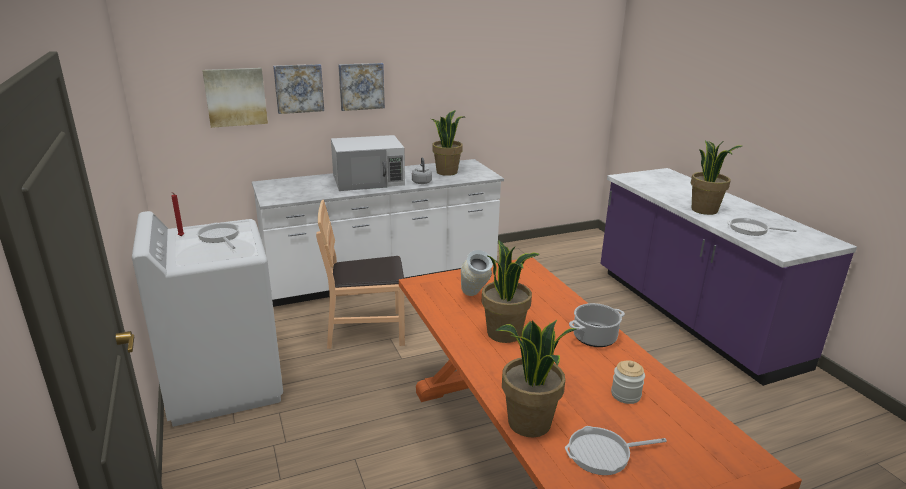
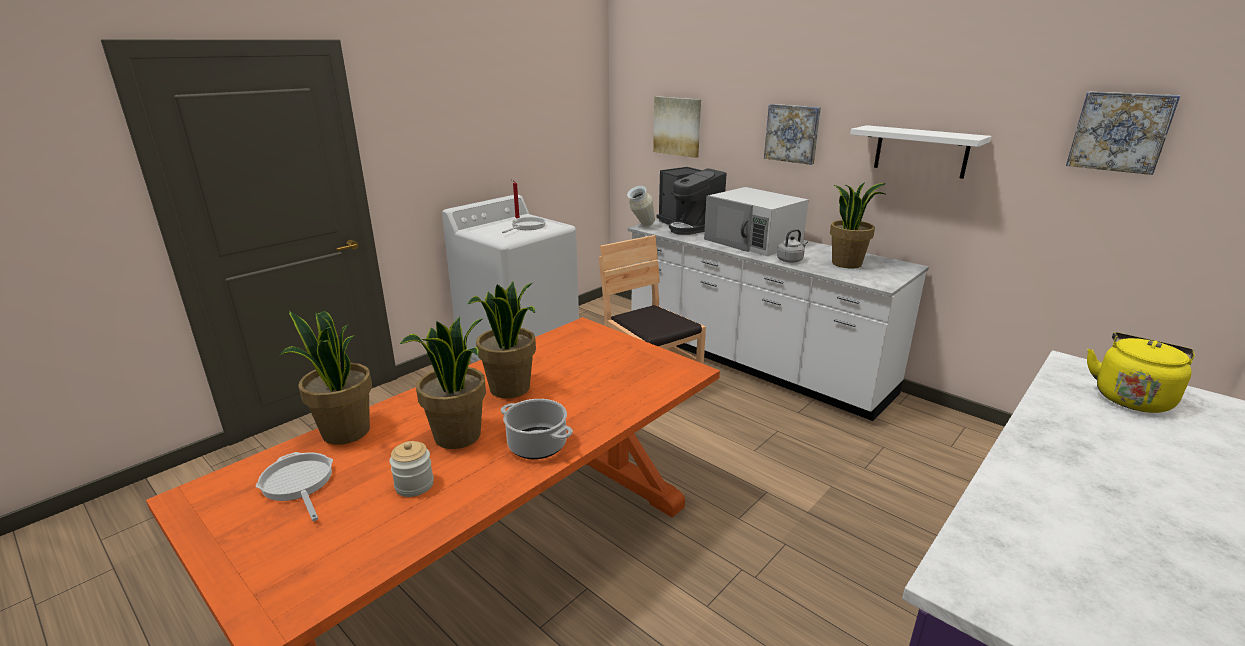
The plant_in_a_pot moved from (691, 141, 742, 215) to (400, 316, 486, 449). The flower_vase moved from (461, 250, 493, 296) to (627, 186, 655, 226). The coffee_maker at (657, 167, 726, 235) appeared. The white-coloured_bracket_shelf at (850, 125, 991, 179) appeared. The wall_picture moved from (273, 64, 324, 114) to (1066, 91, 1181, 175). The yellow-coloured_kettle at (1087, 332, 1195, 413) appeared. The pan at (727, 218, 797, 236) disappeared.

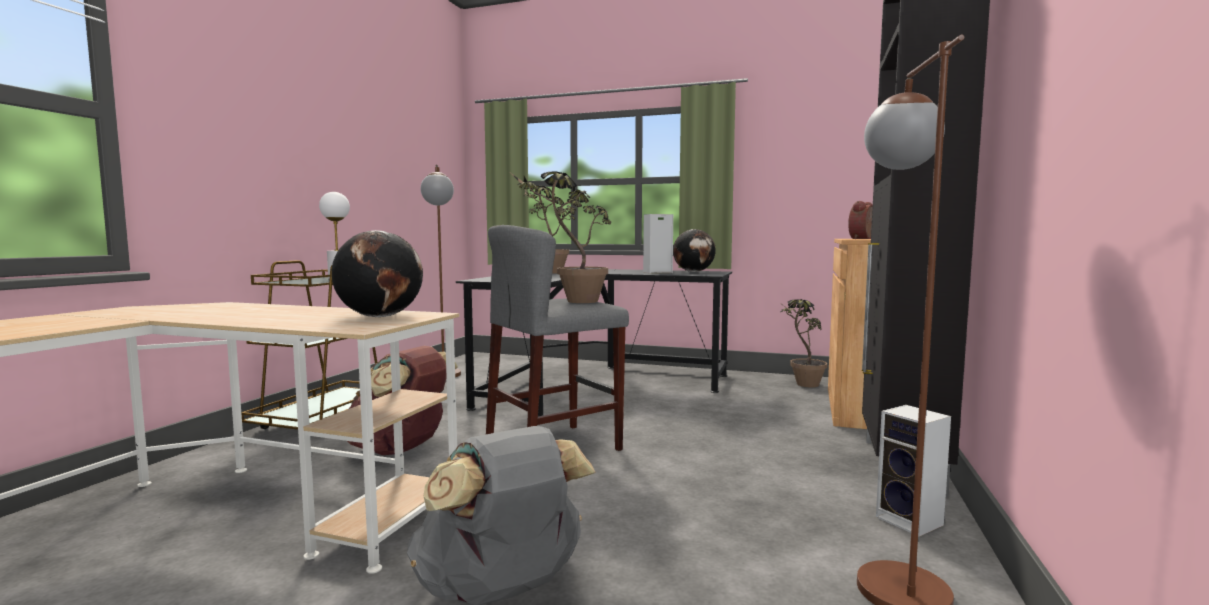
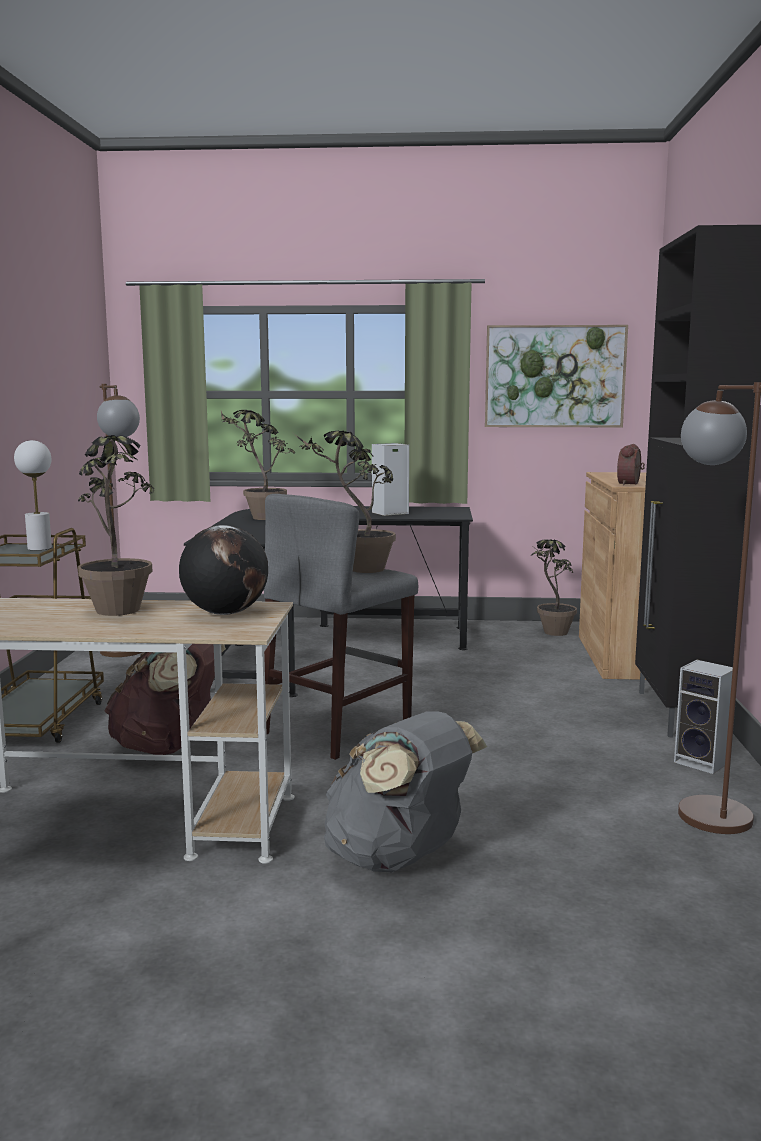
The plant_in_a_pot at (78, 435, 154, 616) appeared. The wall_picture at (485, 325, 628, 427) appeared. The world_globe at (673, 229, 716, 272) disappeared.

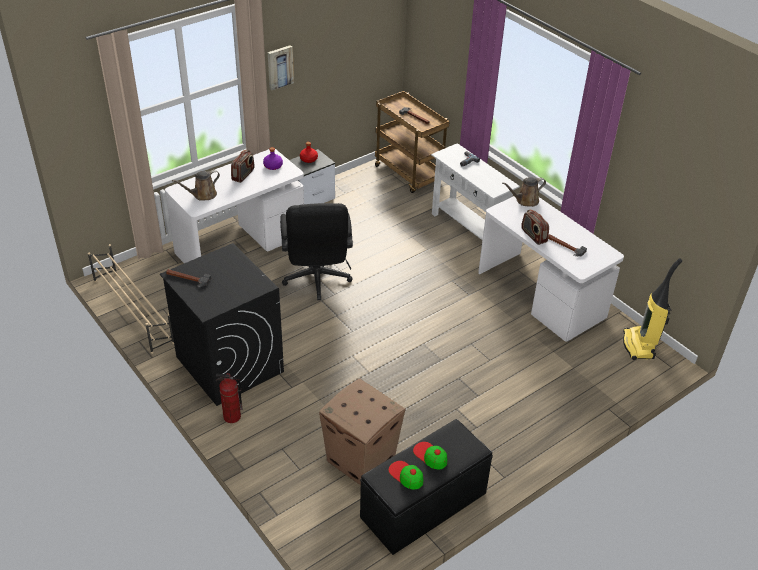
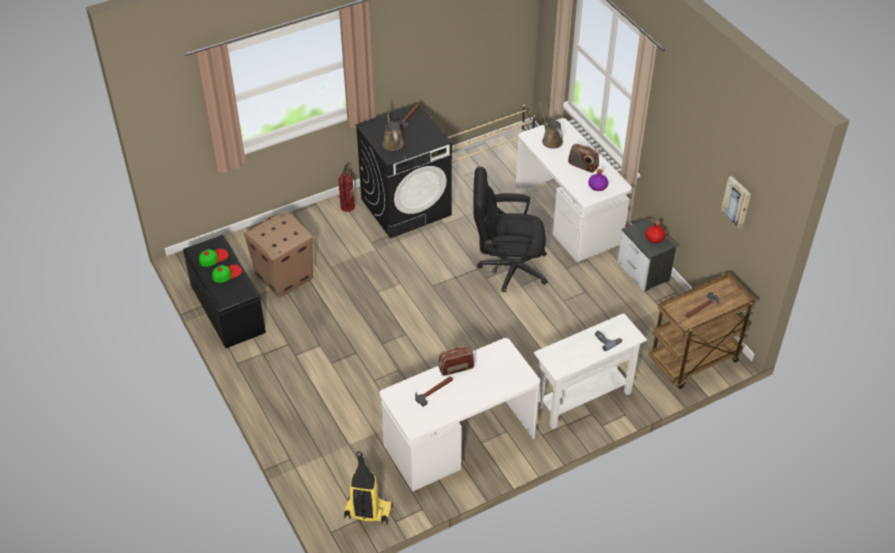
The brownish_watering_can moved from (502, 177, 546, 207) to (382, 103, 404, 151). The wall_picture moved from (268, 45, 294, 90) to (721, 176, 751, 229).

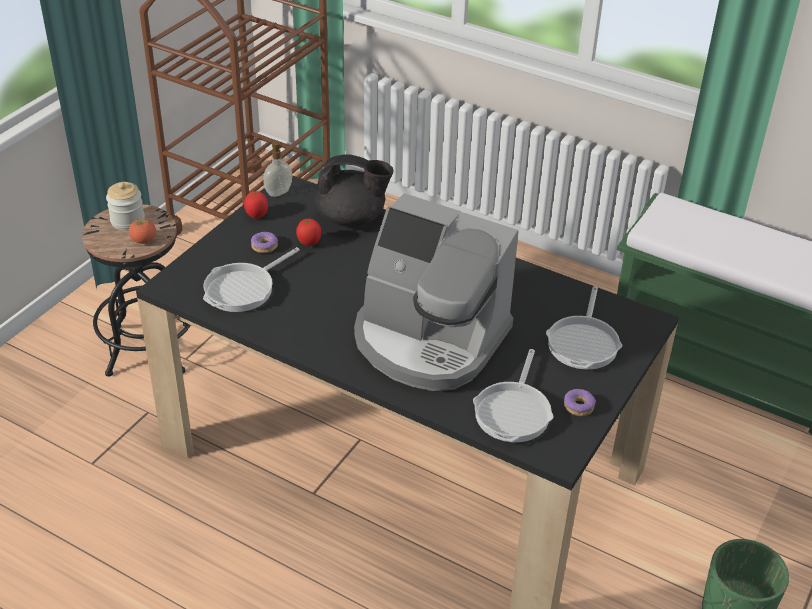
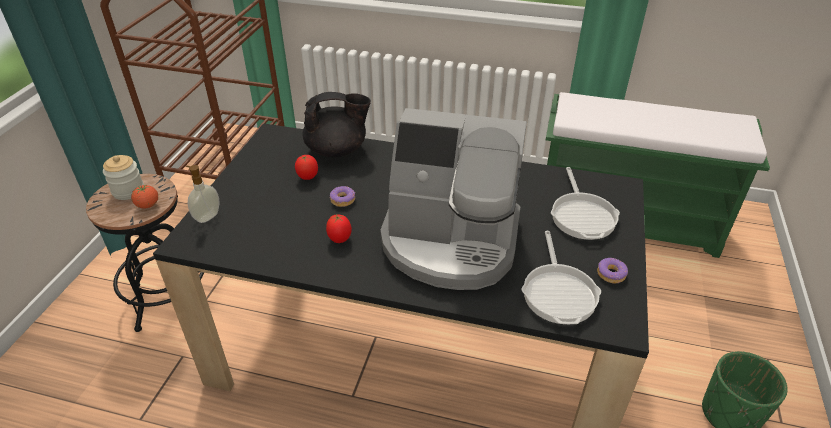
The soap_dispenser moved from (263, 140, 292, 197) to (186, 165, 220, 223). The whole_tomato moved from (244, 191, 268, 218) to (326, 214, 352, 243). The doughnut moved from (251, 232, 278, 253) to (330, 186, 355, 207). The pan at (203, 247, 300, 312) disappeared.

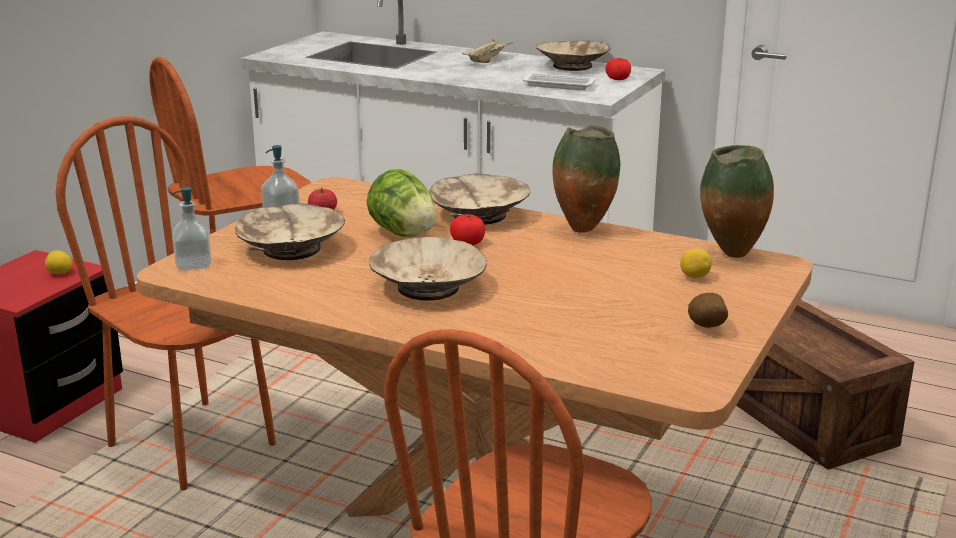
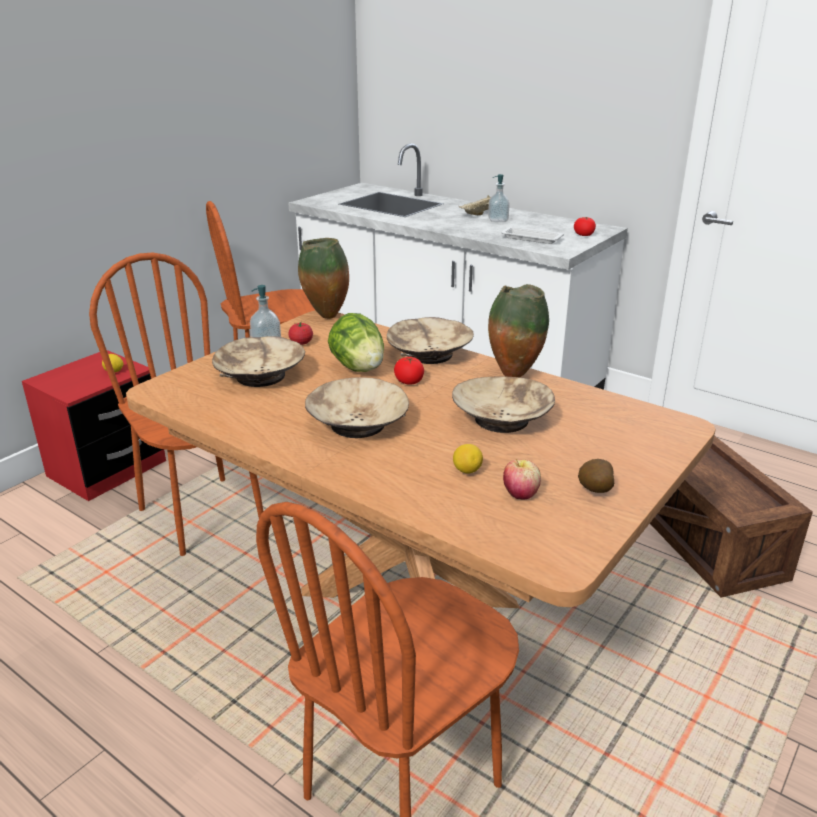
The flower_vase moved from (700, 145, 774, 258) to (298, 238, 349, 319). The beige_bowl moved from (536, 41, 611, 71) to (452, 377, 555, 433). The whole_lemon moved from (680, 249, 712, 278) to (453, 444, 483, 473). The soap_dispenser moved from (172, 187, 211, 271) to (488, 174, 510, 222). The apple_fruit at (503, 458, 541, 499) appeared.

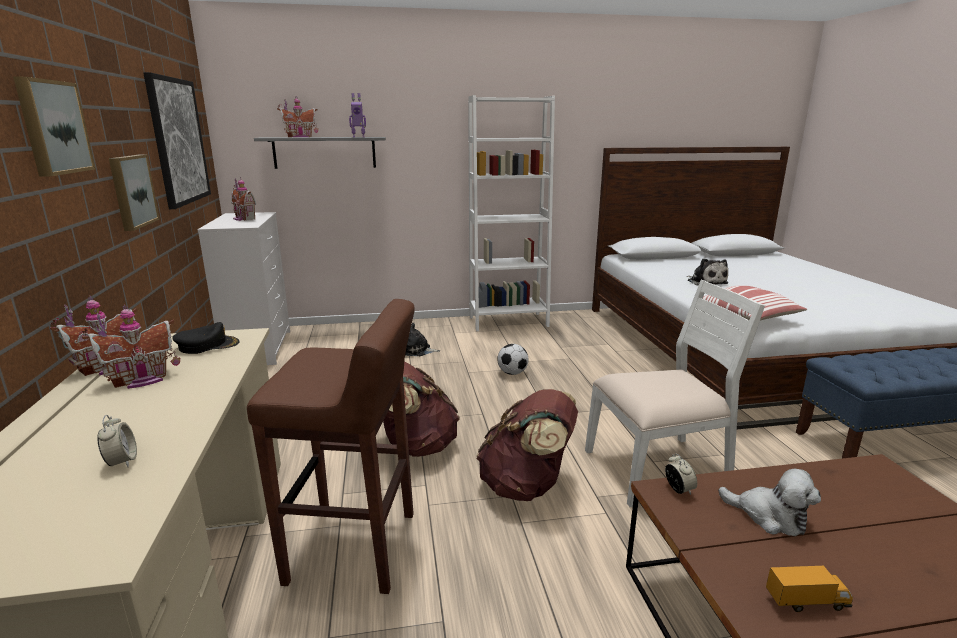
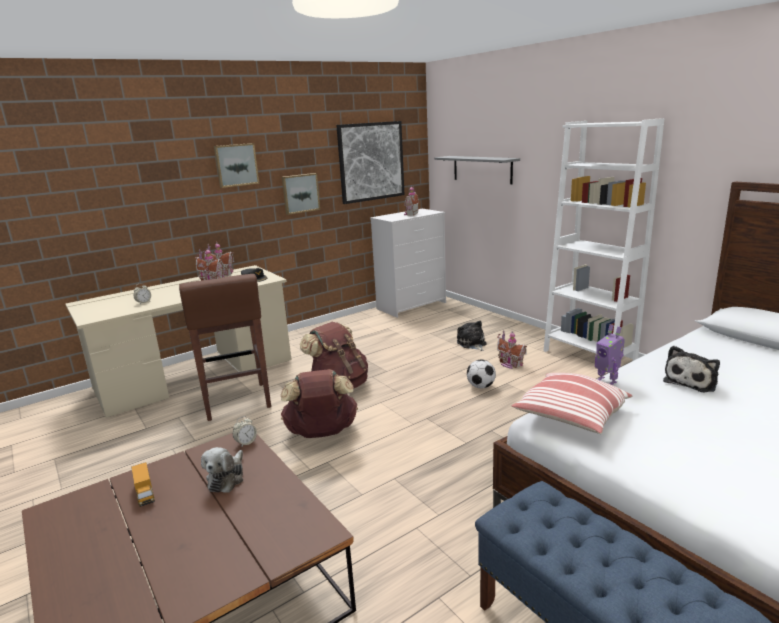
The toy_house moved from (277, 96, 318, 137) to (497, 330, 527, 369). The toy_robot moved from (349, 93, 366, 137) to (595, 324, 625, 385). The white-coloured_chair at (585, 280, 765, 507) disappeared.

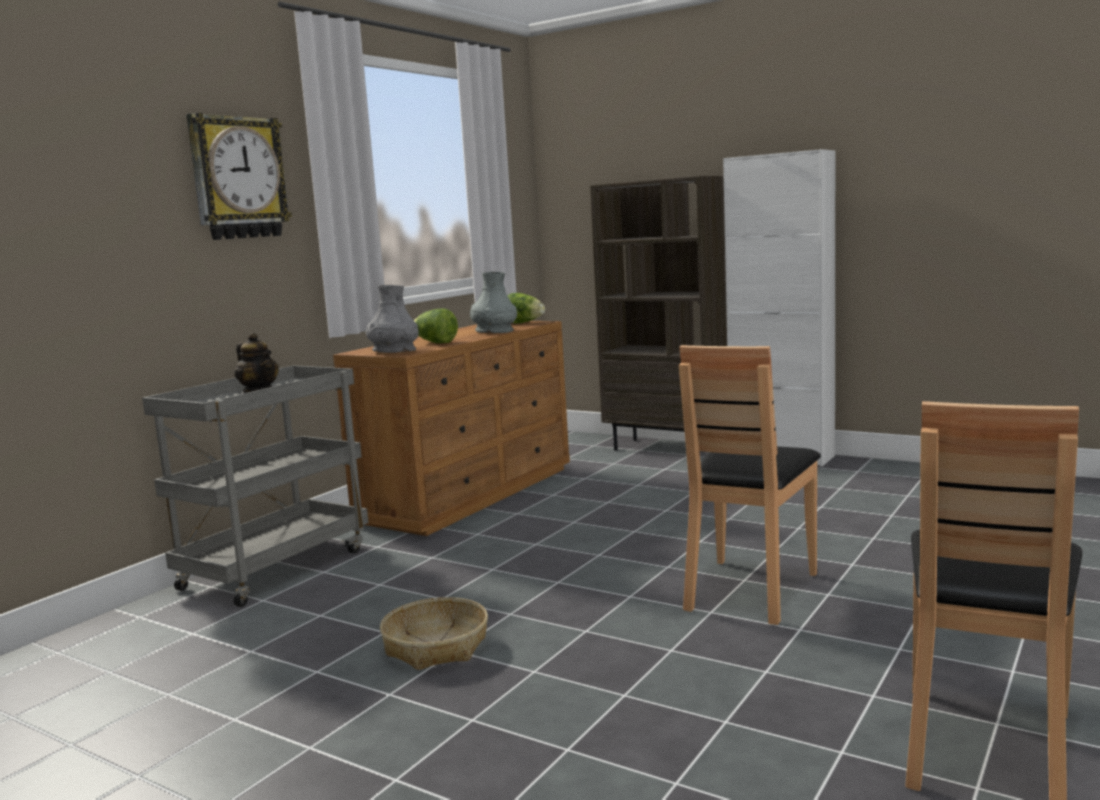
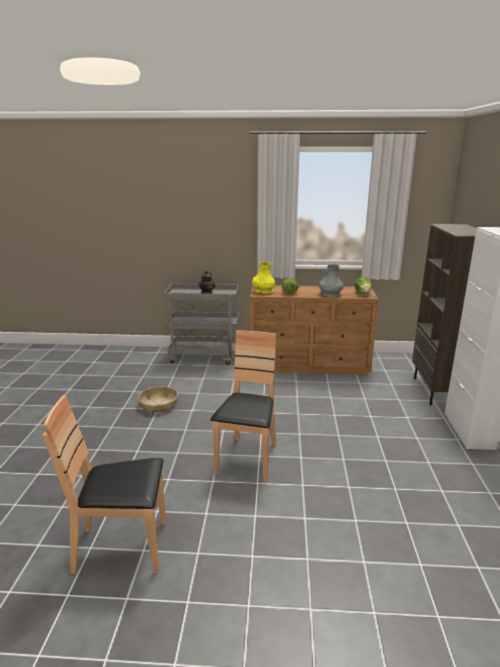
The brownish_chair at (679, 345, 821, 625) turned 105 degrees clockwise. The grey_flower_vase at (366, 285, 419, 353) became the yellow-coloured_flower_vase at (252, 262, 275, 294). The clock_on_the_wall at (186, 113, 292, 240) disappeared.

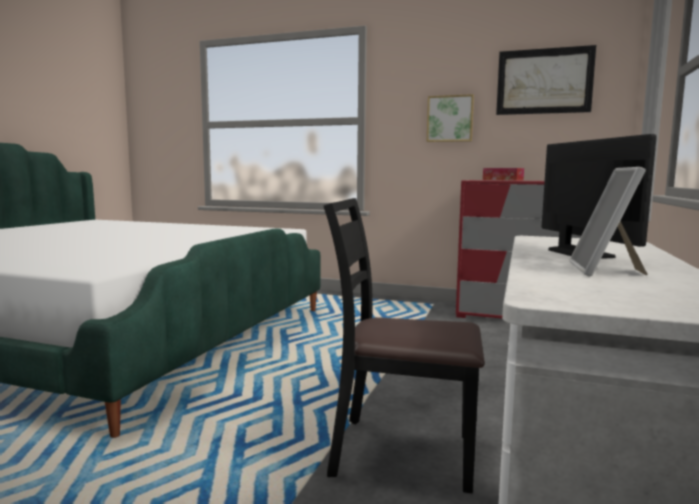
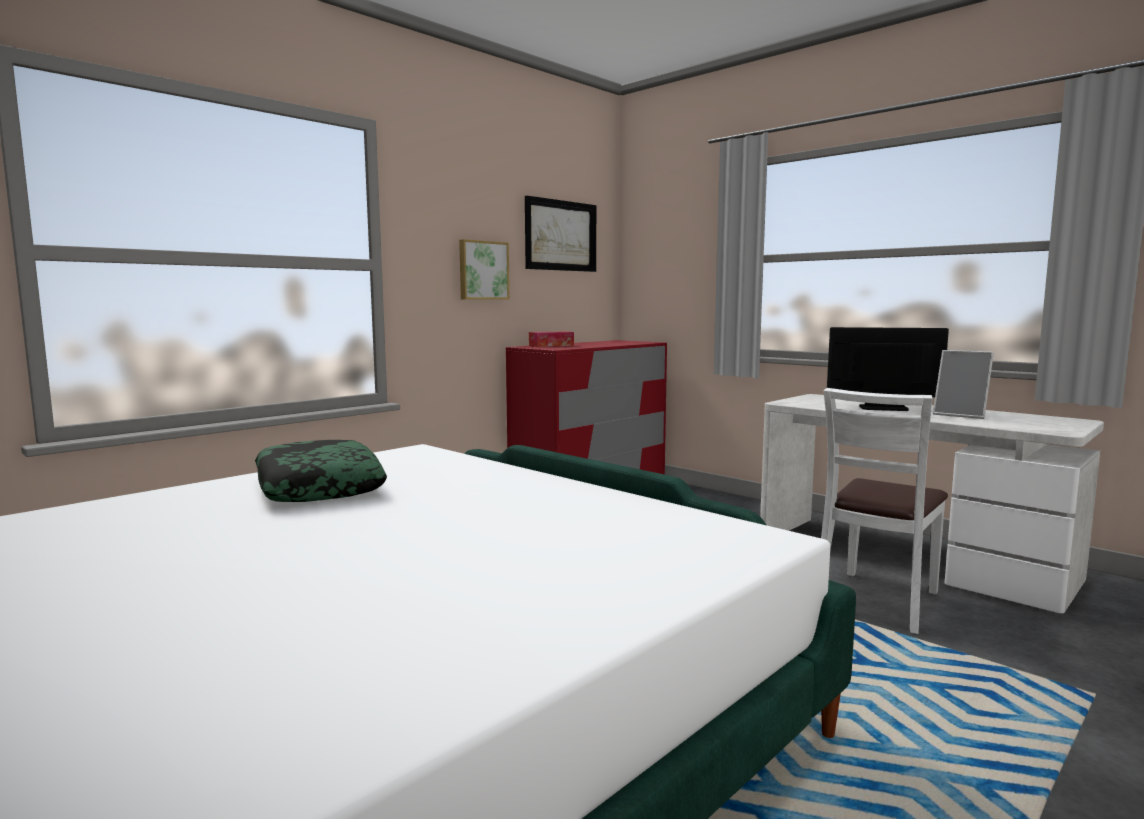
The pillow at (255, 440, 387, 502) appeared. The black_chair at (323, 198, 485, 493) became the white-coloured_chair at (821, 388, 948, 634).

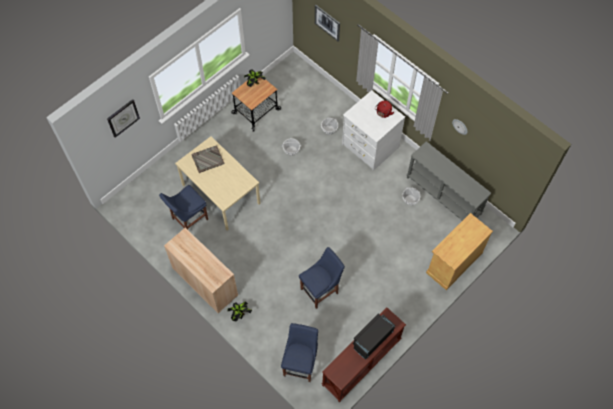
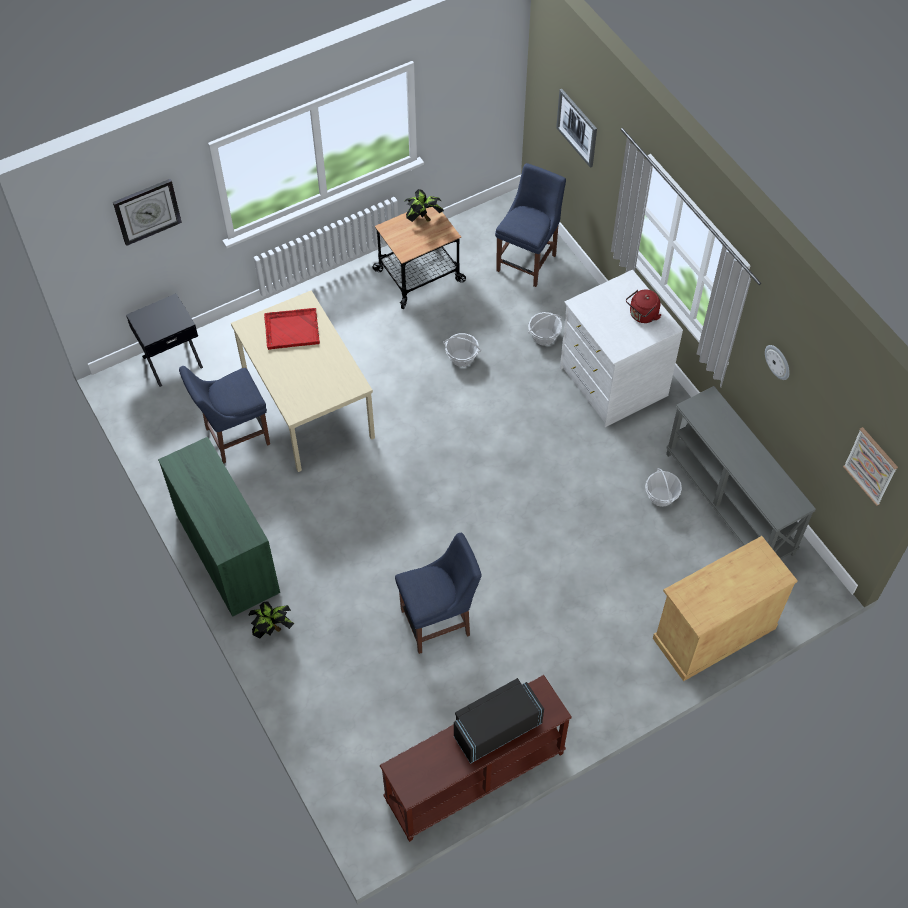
The black_nightstand at (126, 293, 203, 387) appeared. The beige_storage_cabinet at (164, 228, 238, 313) became the greenish_storage_cabinet at (158, 437, 280, 617). The grey_tray at (191, 145, 225, 173) became the red_tray at (264, 308, 320, 350). The blue-coloured_chair moved from (281, 323, 318, 382) to (495, 163, 566, 287). The wall_picture at (843, 427, 898, 506) appeared.

